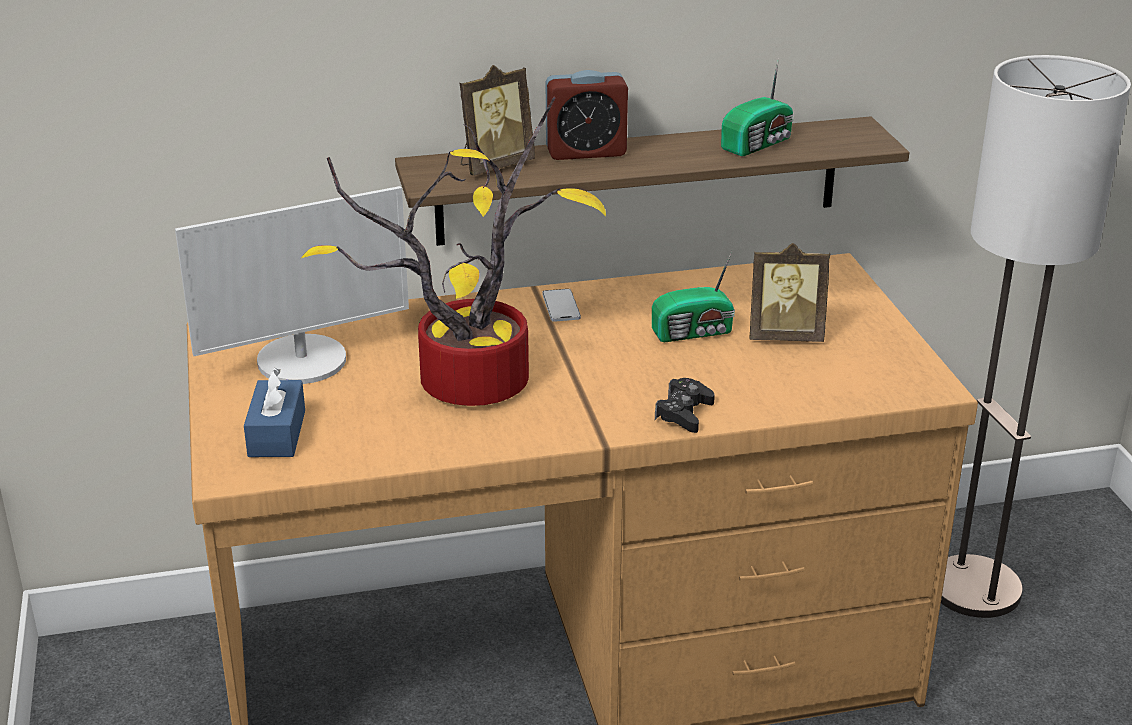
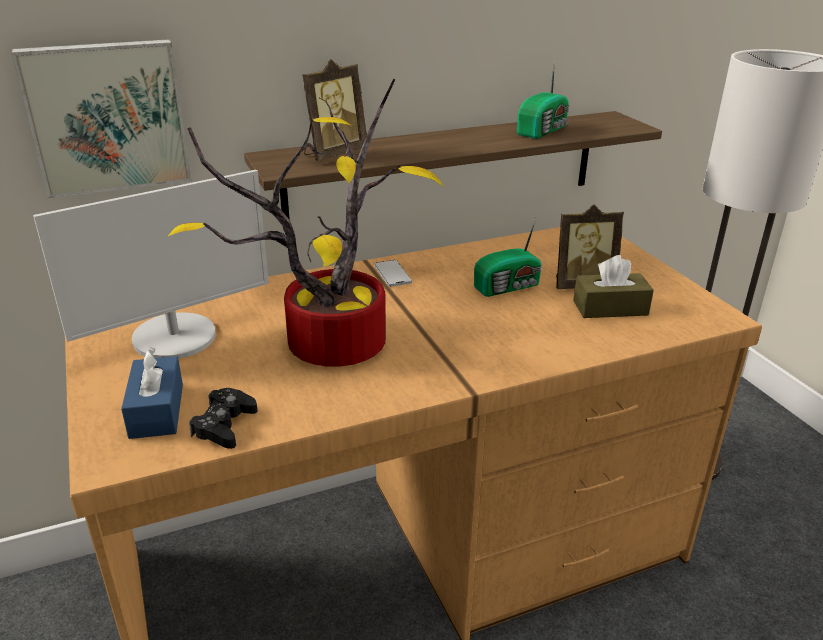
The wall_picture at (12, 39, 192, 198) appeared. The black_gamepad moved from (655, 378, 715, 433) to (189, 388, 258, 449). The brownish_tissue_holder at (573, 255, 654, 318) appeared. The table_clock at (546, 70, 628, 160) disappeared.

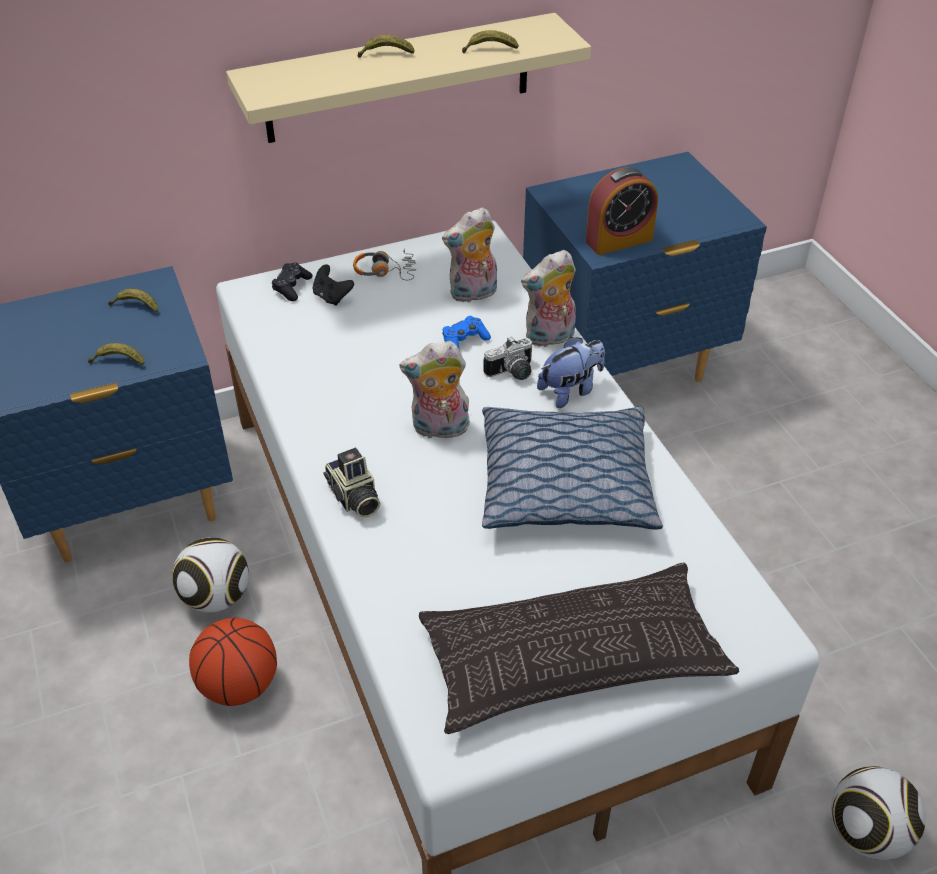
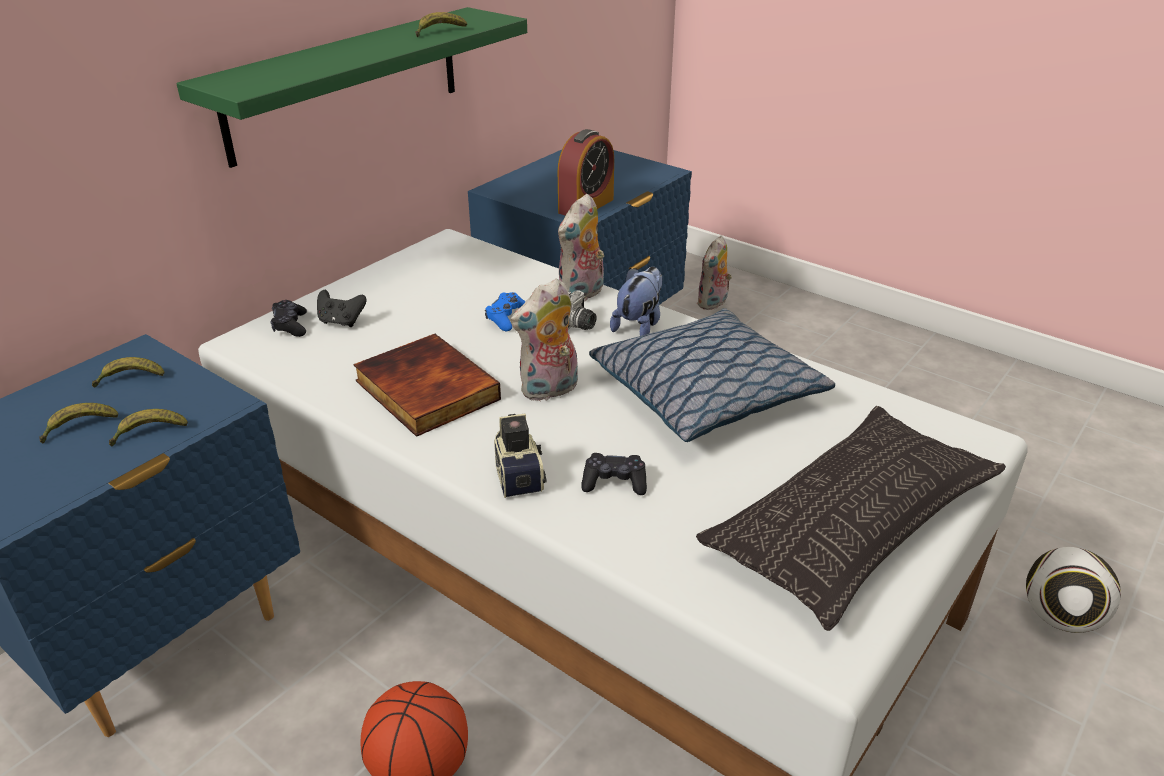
The banana moved from (358, 35, 415, 58) to (39, 403, 118, 443). The beige_bracket_shelf at (226, 13, 591, 143) became the greenish_bracket_shelf at (176, 7, 527, 168). The bound_book at (353, 334, 501, 437) appeared. The still_camera at (323, 448, 380, 518) turned 135 degrees counterclockwise. The black_gamepad at (581, 453, 647, 495) appeared. The cuddly_toy moved from (442, 207, 497, 303) to (696, 236, 732, 310). The football_ball at (172, 537, 249, 613) disappeared. The pair_of_headphones at (353, 249, 417, 280) disappeared.

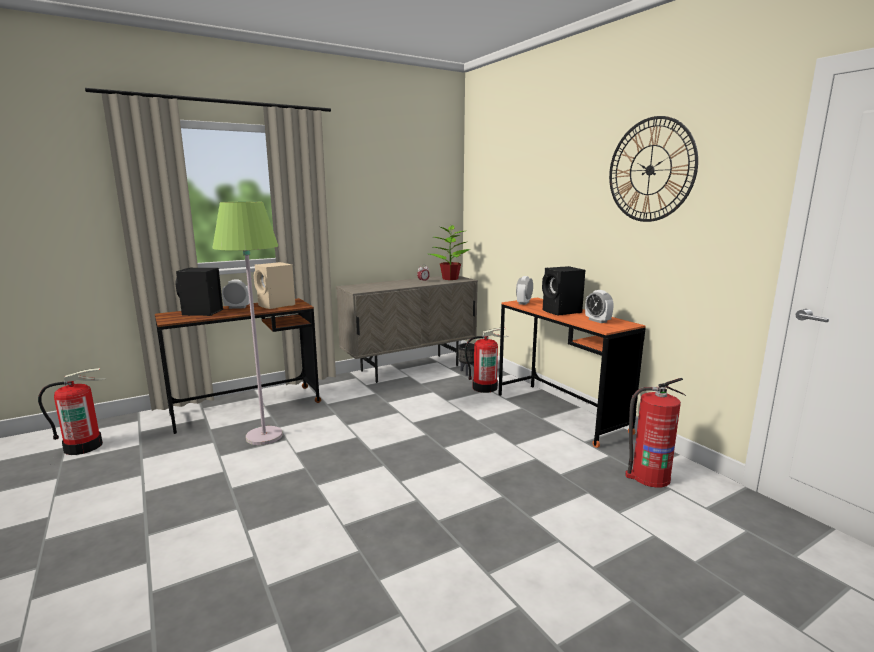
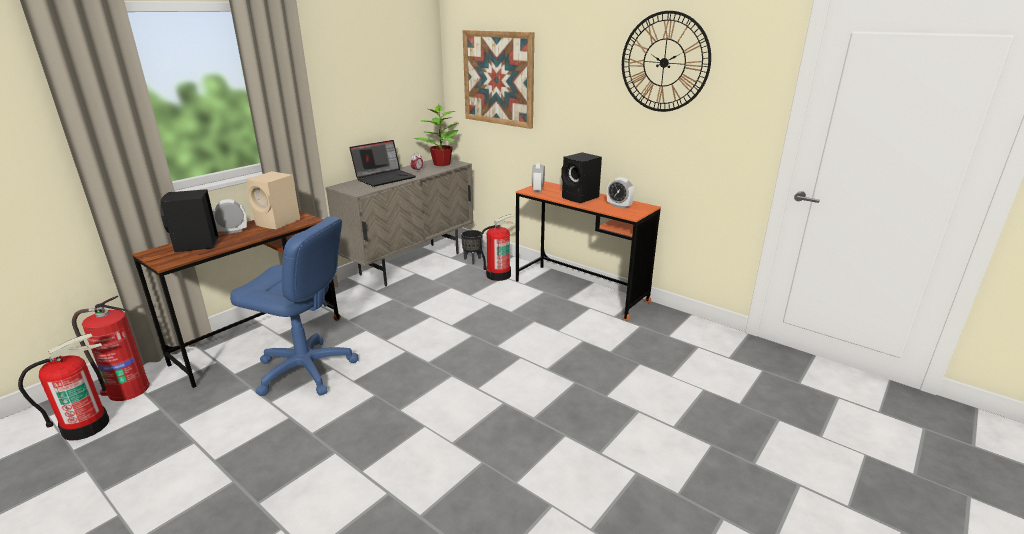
The extinguisher moved from (625, 378, 686, 488) to (72, 296, 150, 401). The greenish_standing_lamp at (212, 202, 283, 445) was replaced by the blue-coloured_office_chair at (230, 217, 359, 396). The portable_computer at (350, 140, 416, 187) appeared. The wall_picture at (463, 30, 534, 129) appeared.

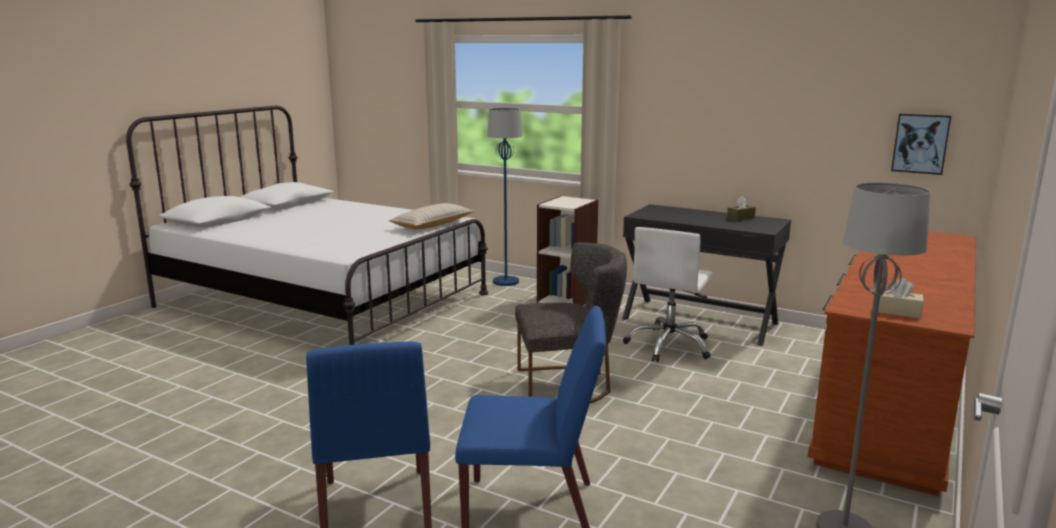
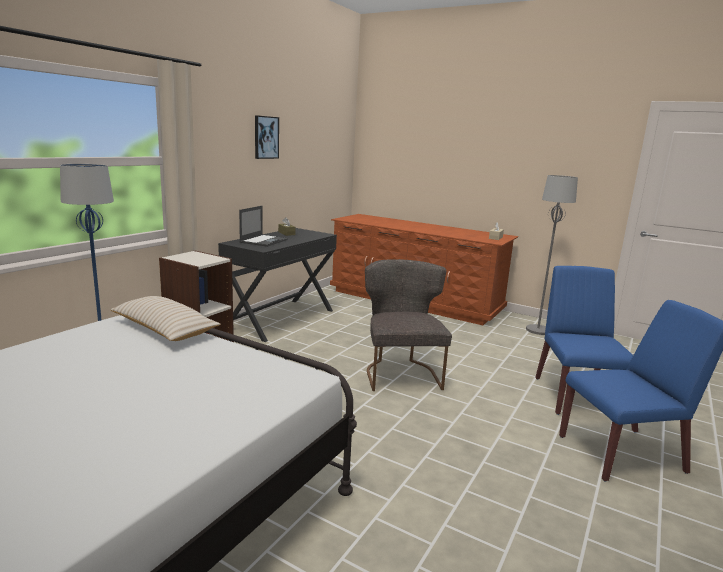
The portable_computer at (239, 206, 288, 247) appeared. The wall_picture moved from (891, 113, 951, 175) to (255, 115, 279, 159). The white-coloured_office_chair at (623, 227, 713, 362) disappeared.

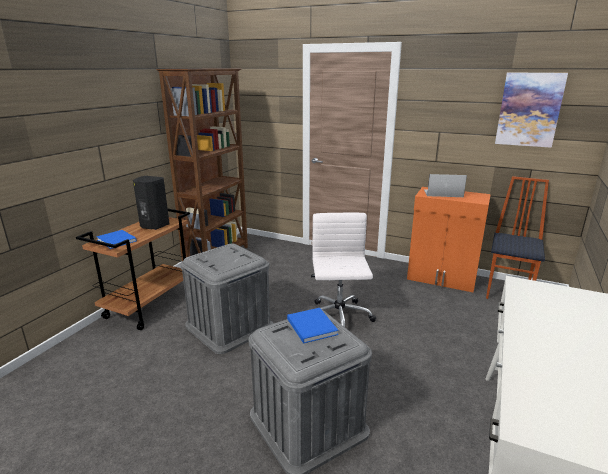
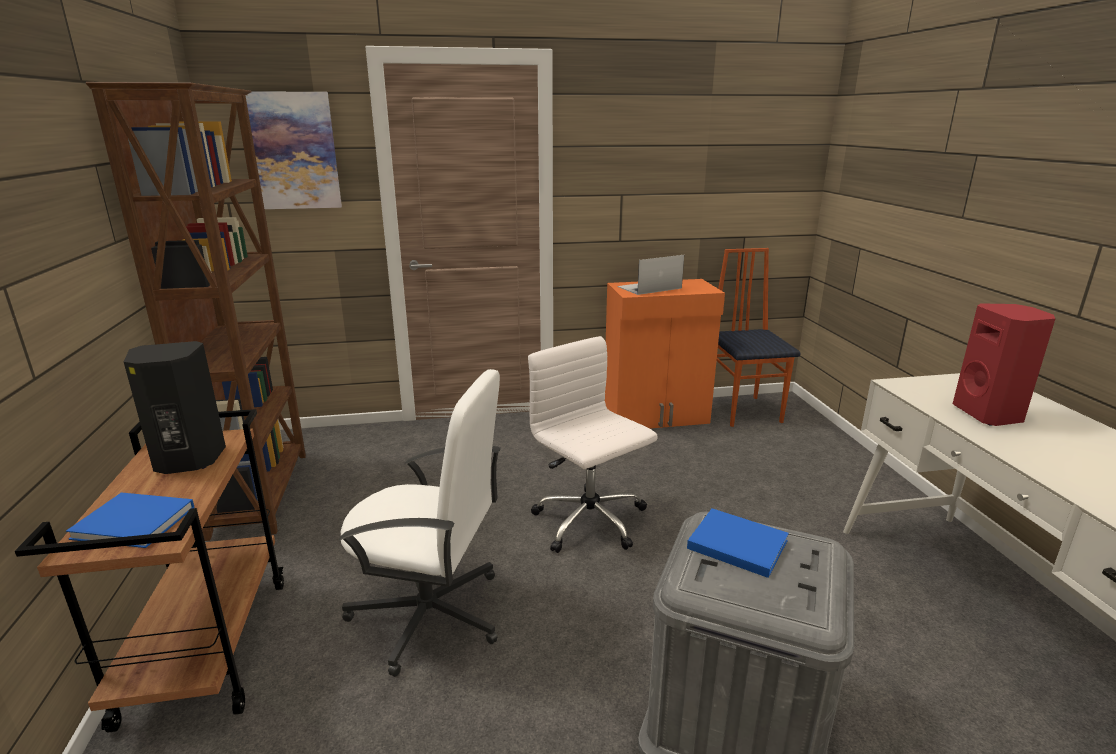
The wall_picture moved from (495, 73, 568, 148) to (245, 91, 342, 209). The grey_storage_container at (180, 244, 274, 354) was replaced by the white-coloured_office_chair at (339, 369, 501, 677). The red_speaker at (953, 303, 1056, 426) appeared.

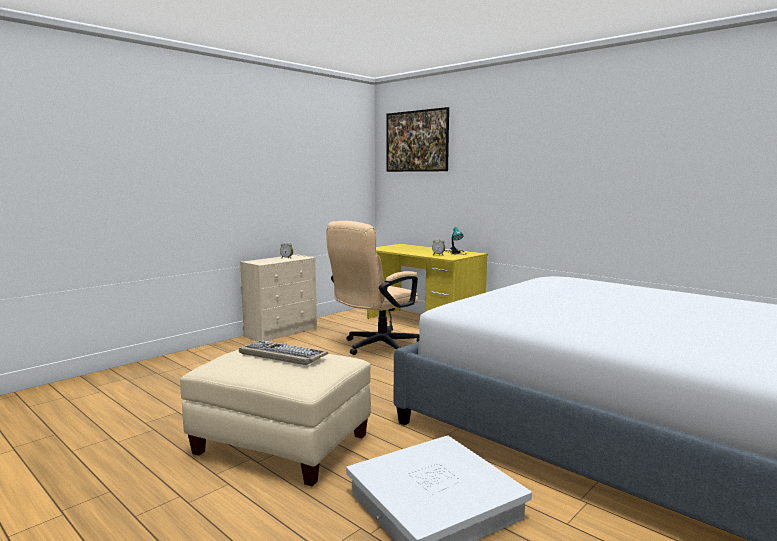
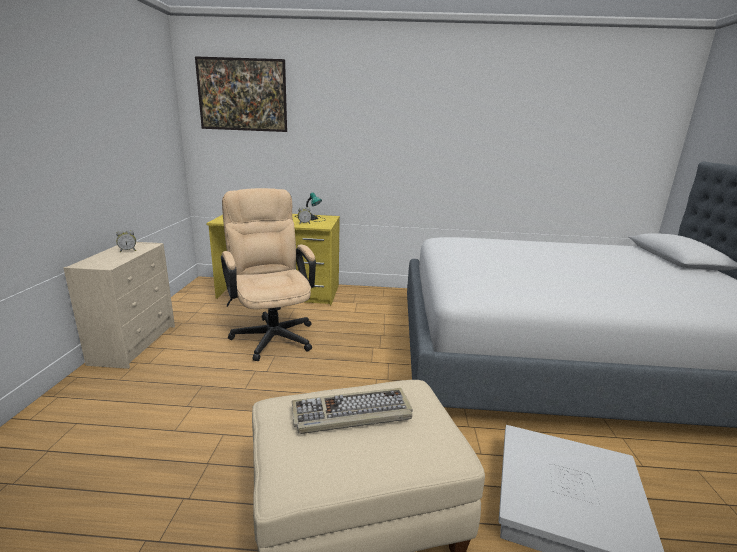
The beige_office_chair at (326, 221, 419, 355) turned 150 degrees clockwise.

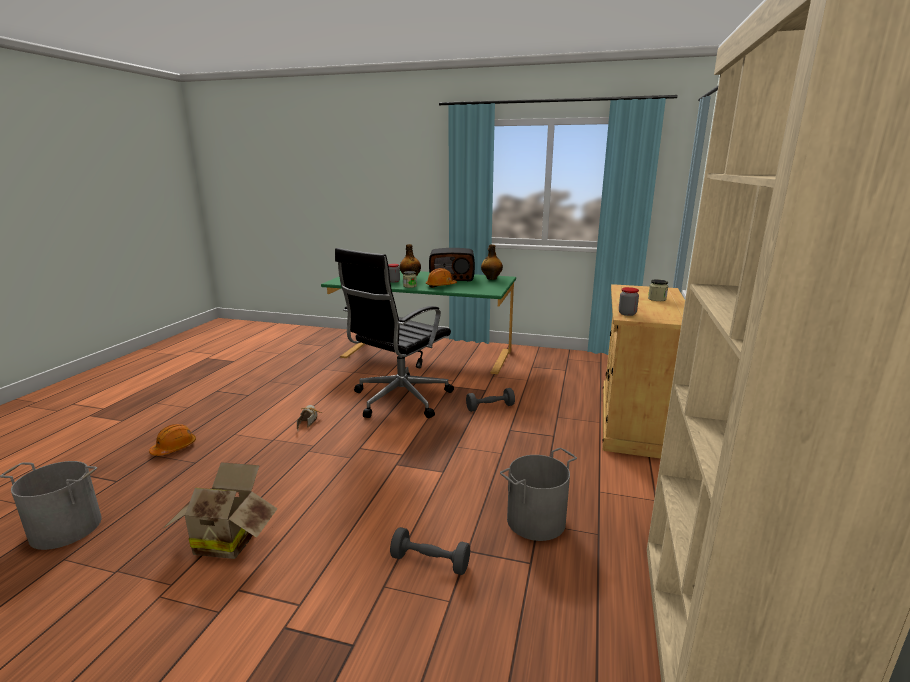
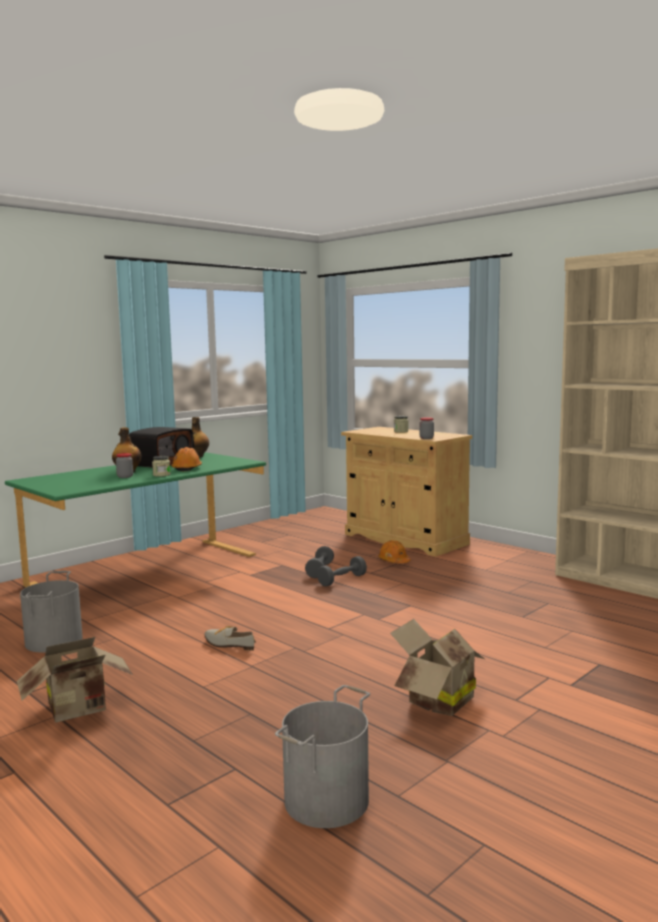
The packing_box at (17, 637, 133, 723) appeared. The grey_water_bucket moved from (500, 448, 577, 541) to (20, 571, 83, 652). The grey_dumbbell moved from (390, 527, 470, 575) to (317, 556, 367, 586). The orangey_work_helmet moved from (149, 424, 196, 456) to (378, 540, 411, 563). The black_office_chair at (335, 248, 454, 418) disappeared.

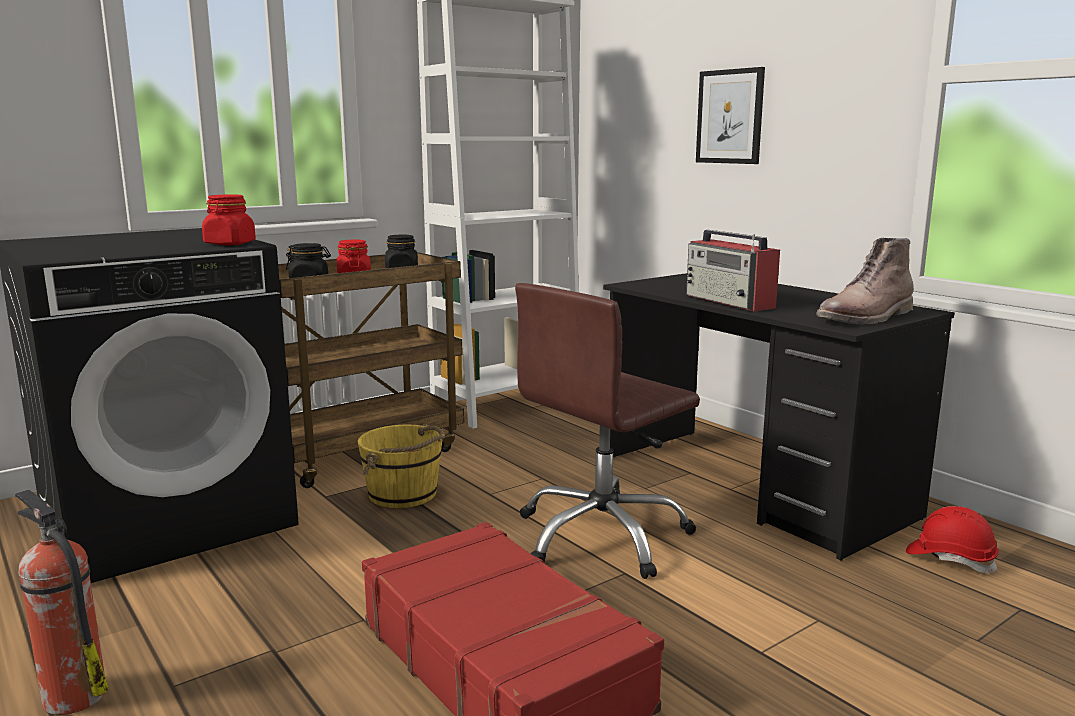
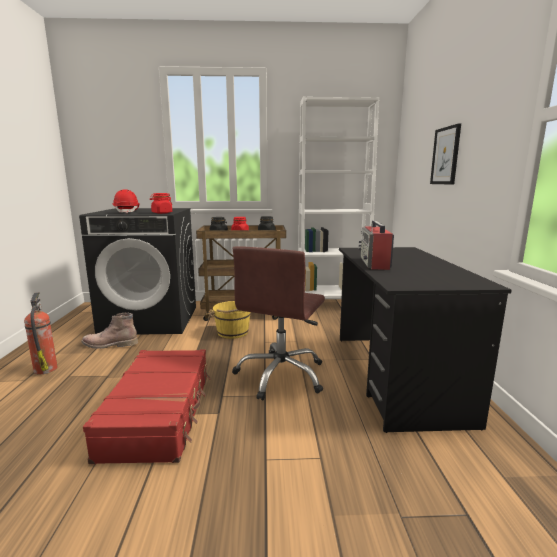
The brownish_high-top_boot moved from (816, 238, 914, 325) to (81, 313, 138, 349). The red_work_helmet moved from (906, 506, 999, 573) to (112, 189, 139, 213). The brownish_office_chair at (515, 283, 700, 579) turned 60 degrees counterclockwise.

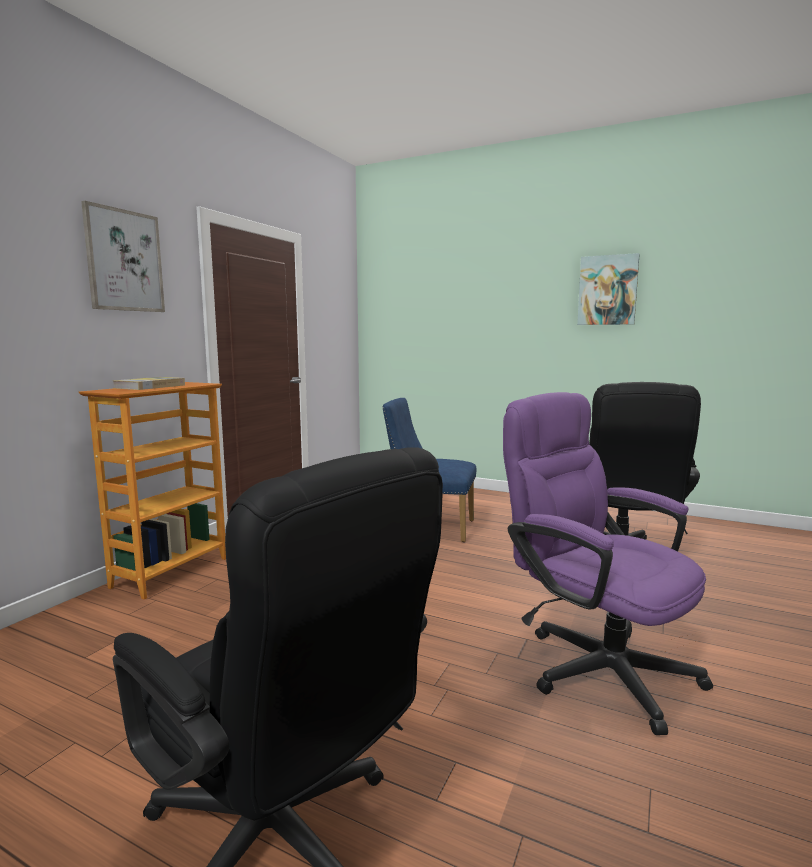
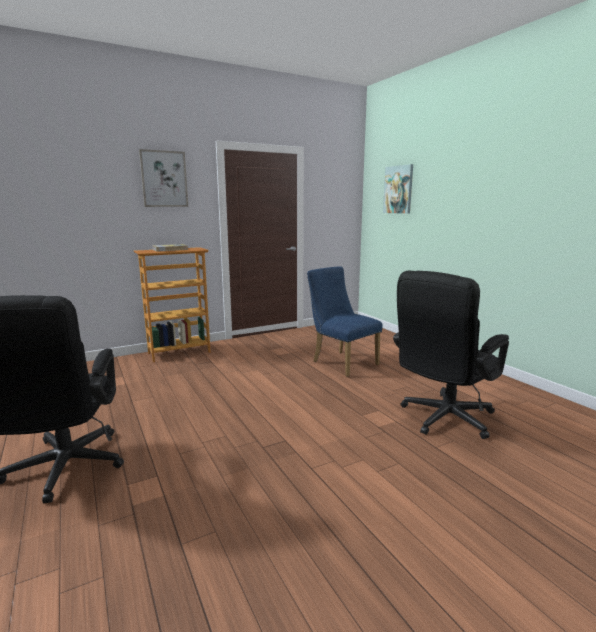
The wall_picture moved from (577, 253, 640, 325) to (383, 164, 413, 214). The purplish_office_chair at (503, 392, 713, 735) disappeared.

